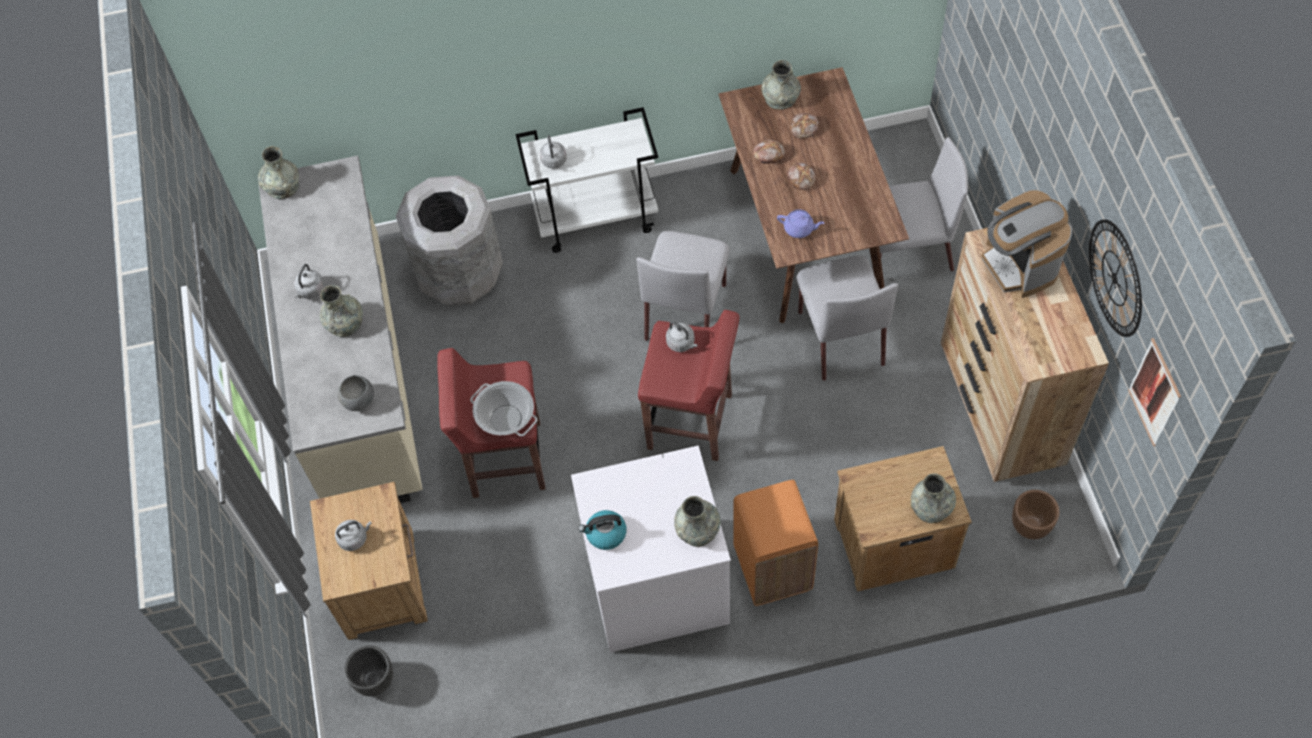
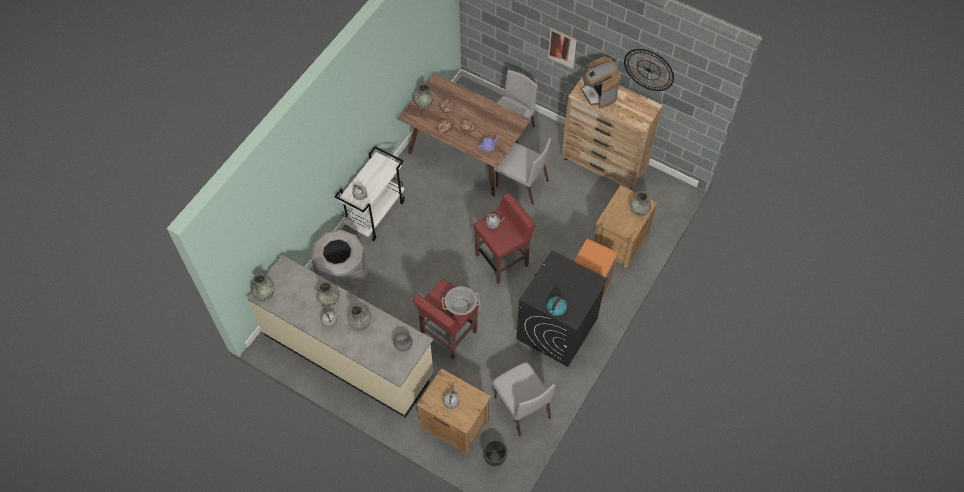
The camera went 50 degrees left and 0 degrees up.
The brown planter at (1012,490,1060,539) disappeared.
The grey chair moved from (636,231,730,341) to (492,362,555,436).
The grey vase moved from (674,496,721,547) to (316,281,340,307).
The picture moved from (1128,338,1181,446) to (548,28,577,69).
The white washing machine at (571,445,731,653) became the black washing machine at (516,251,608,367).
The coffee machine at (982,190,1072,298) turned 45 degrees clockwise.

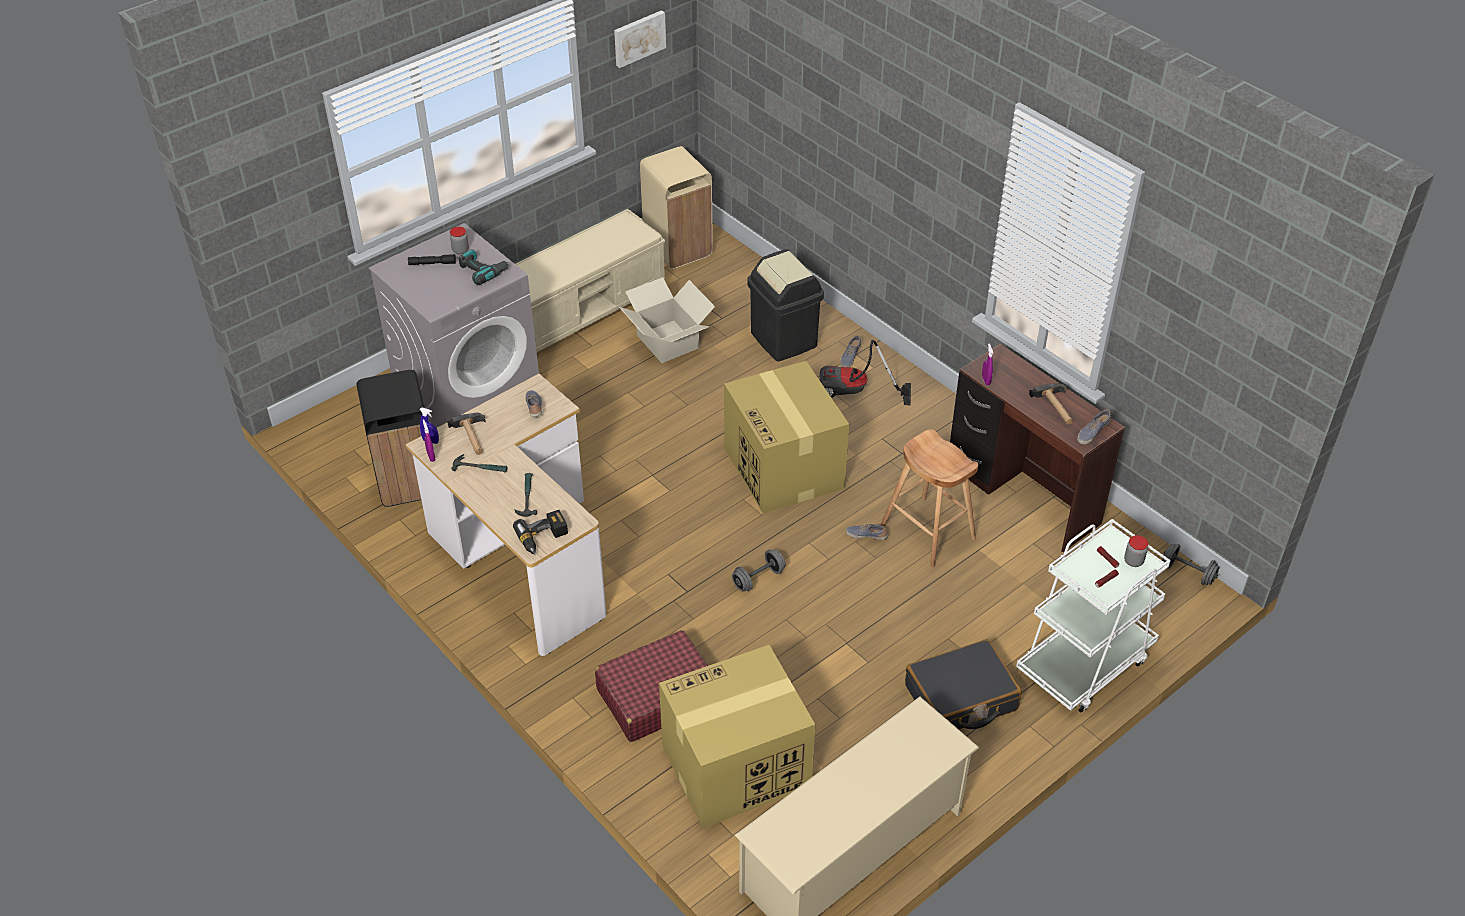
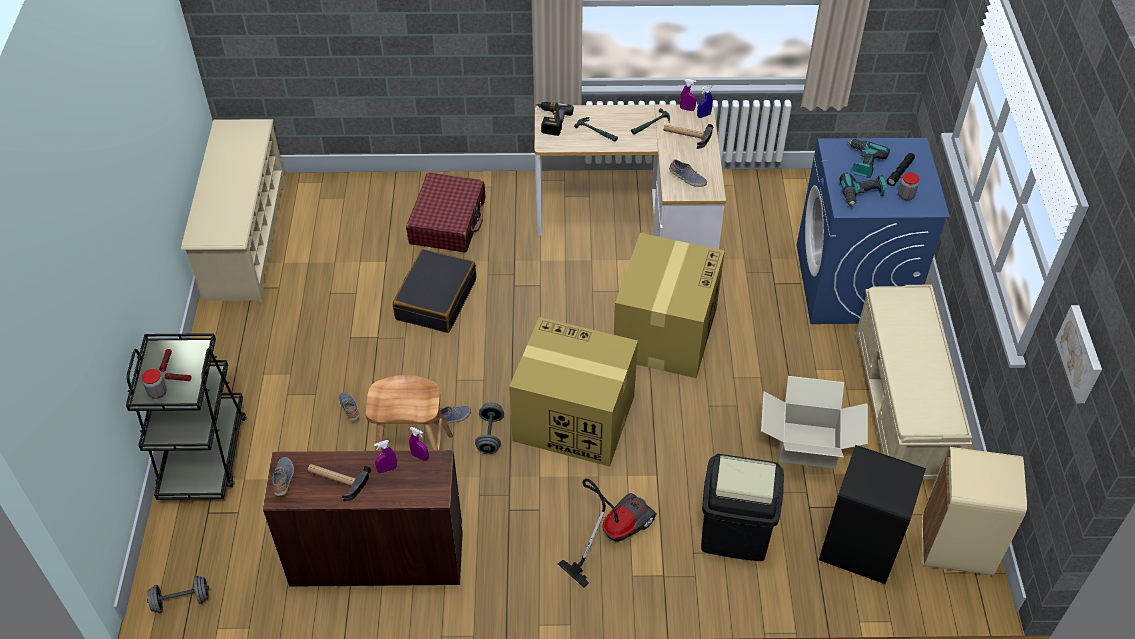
The camera went 130 degrees right and 5 degrees up.
The purple spray bottle at (374,440,397,473) appeared.
The power drill at (847,139,890,178) appeared.
The black trash can moved from (357,370,424,507) to (819,445,926,584).
The cardboard box moved from (659,645,815,828) to (614,233,725,378).
The grey dumbbell moved from (732,550,785,591) to (475,402,504,454).
The shoe moved from (840,335,861,367) to (338,392,360,421).
The black suitcase moved from (905,639,1021,729) to (393,249,476,333).
The grey washing machine at (369,223,539,428) became the blue washing machine at (797,138,950,324).
The white cart at (1016,519,1171,713) became the black cart at (126,333,247,500).

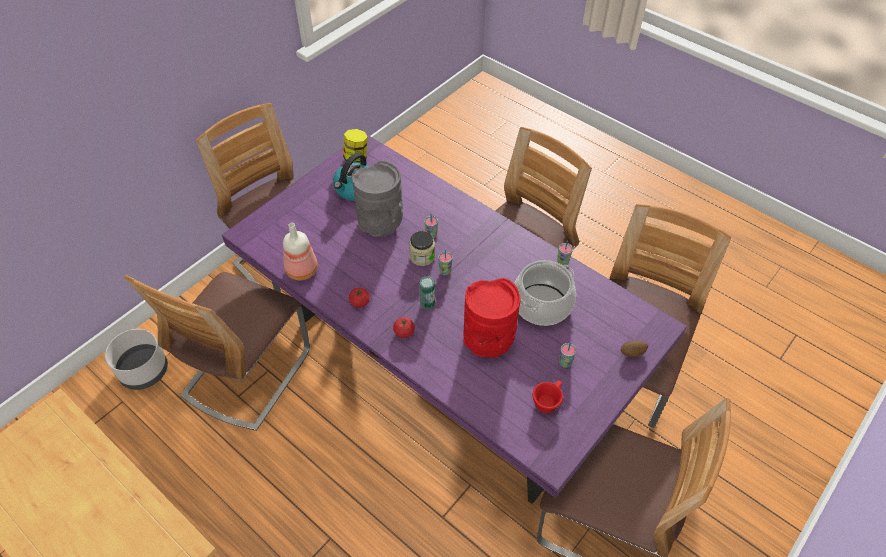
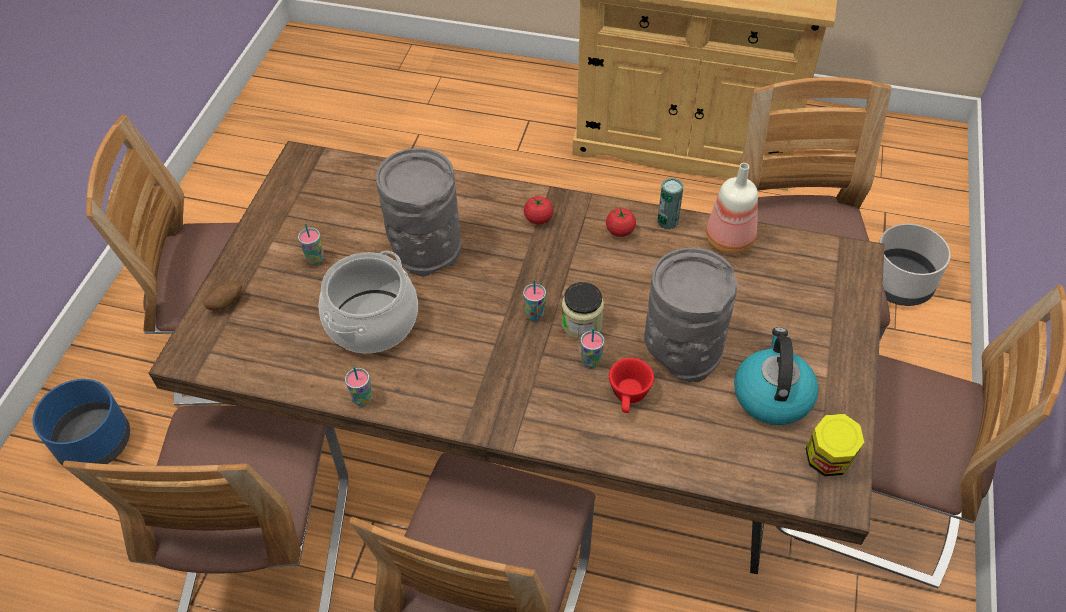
The camera went 155 degrees right and 0 degrees up.
The blue planter at (33,379,130,466) appeared.
The can moved from (419,276,435,310) to (657,178,683,230).
The red cup moved from (533,380,563,413) to (609,358,654,413).
The purple dining table at (222,134,687,504) became the brown dining table at (148,141,885,574).
The red vase at (463,278,520,358) became the grey vase at (376,148,462,276).

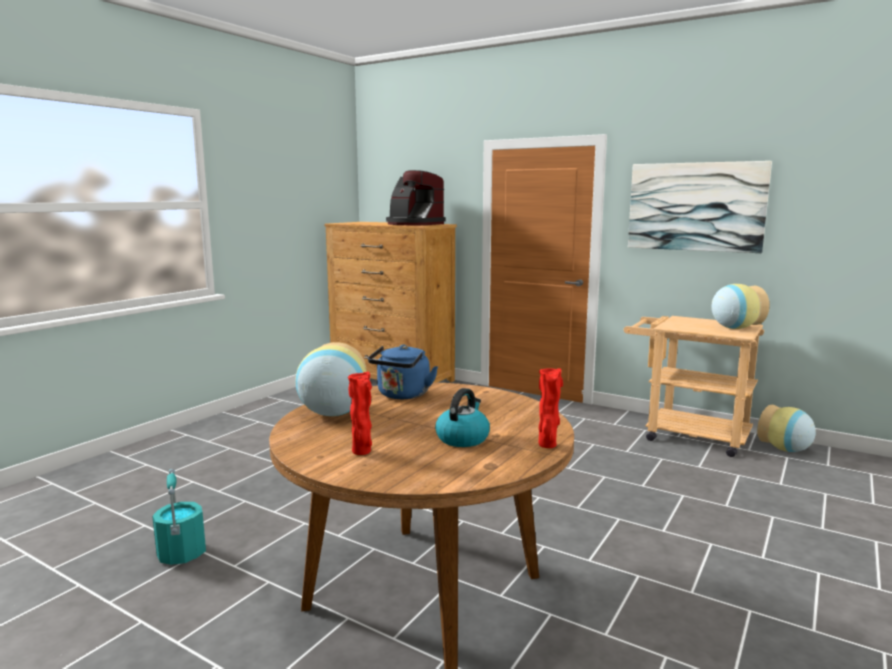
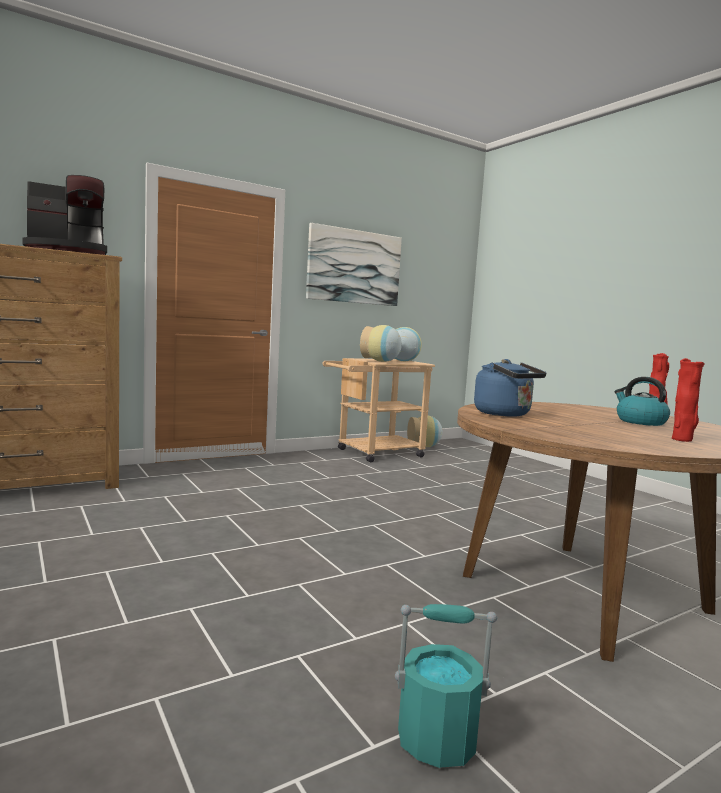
The camera went 65 degrees left and 5 degrees down.
The vase moved from (295,342,366,416) to (360,325,402,362).

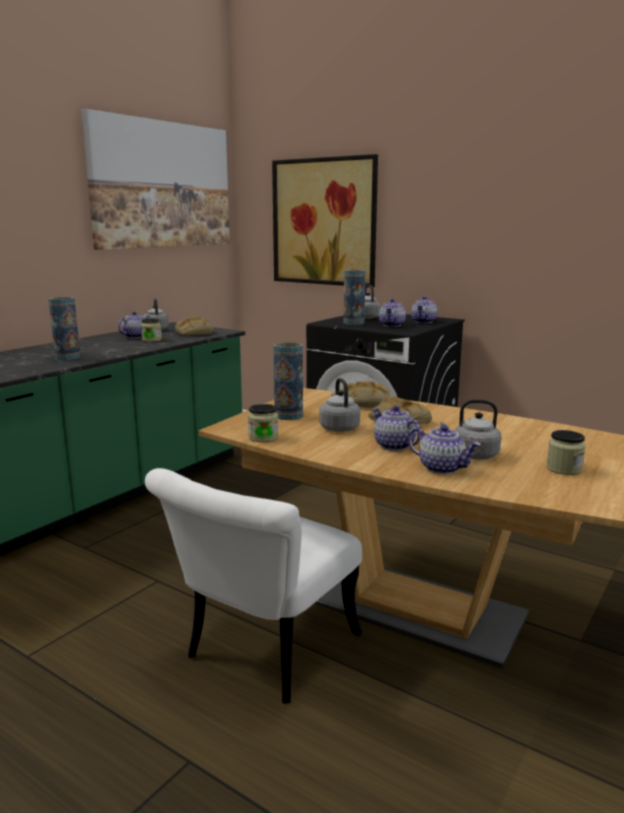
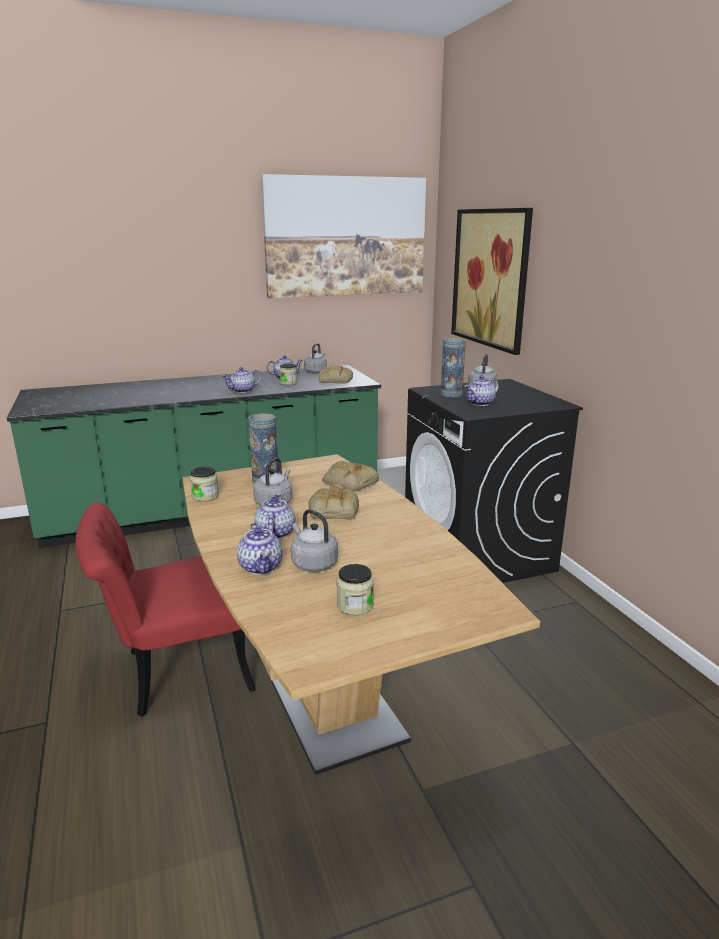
The camera went 35 degrees right and 5 degrees up.
The vase at (49,297,80,360) disappeared.
The teapot moved from (411,296,438,323) to (223,367,261,393).
The white chair at (145,468,362,704) became the red chair at (75,503,256,717).

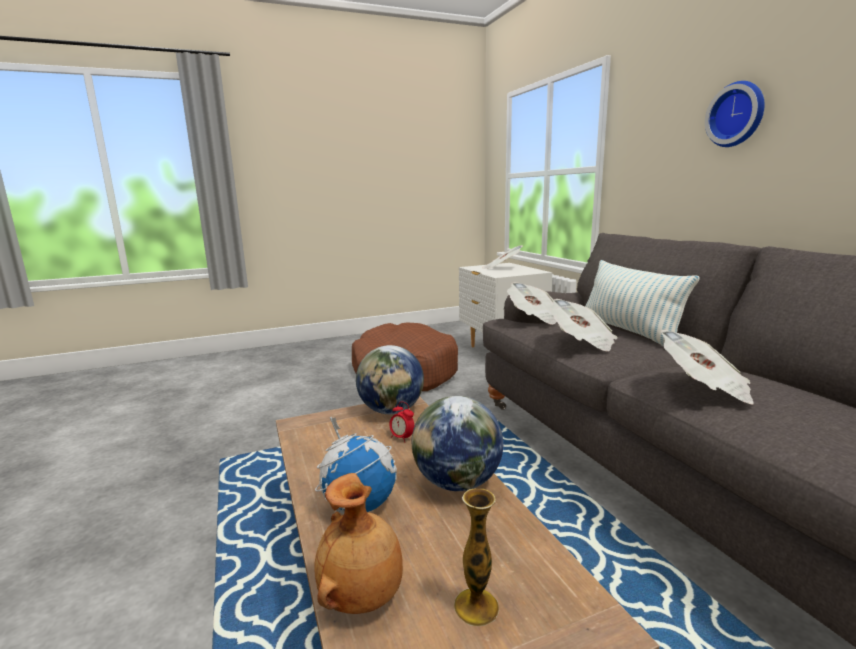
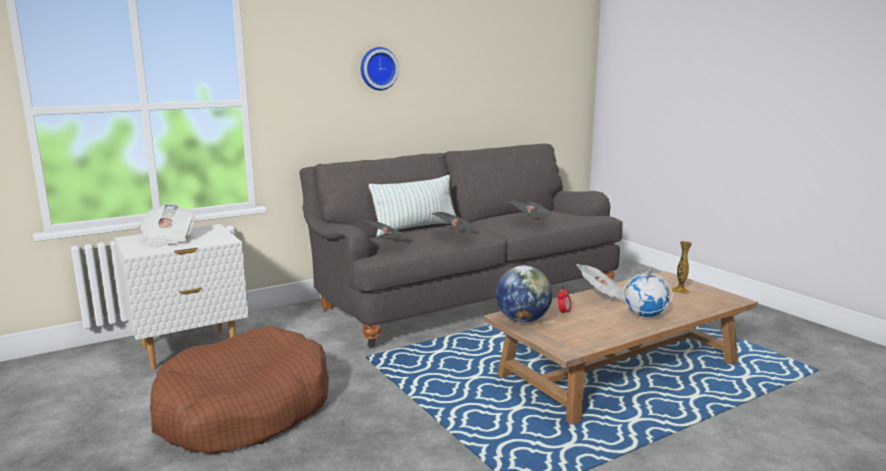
The camera went 100 degrees left and 0 degrees up.
The brown vase at (314,473,403,614) disappeared.
The globe at (412,396,503,491) was replaced by the newspaper at (576,264,626,301).

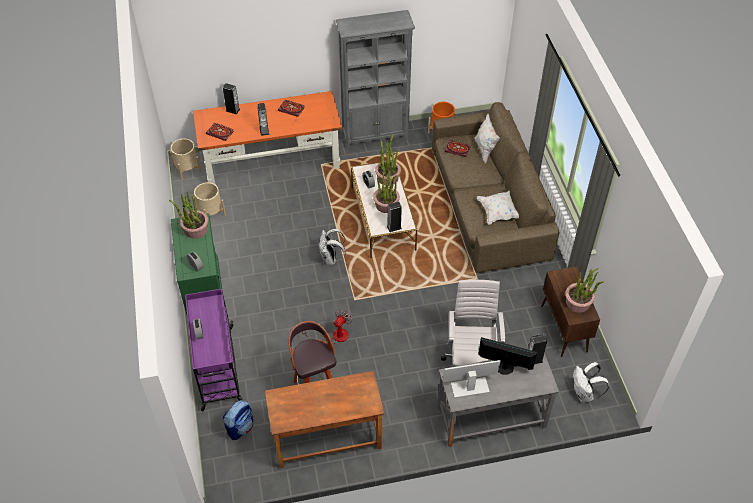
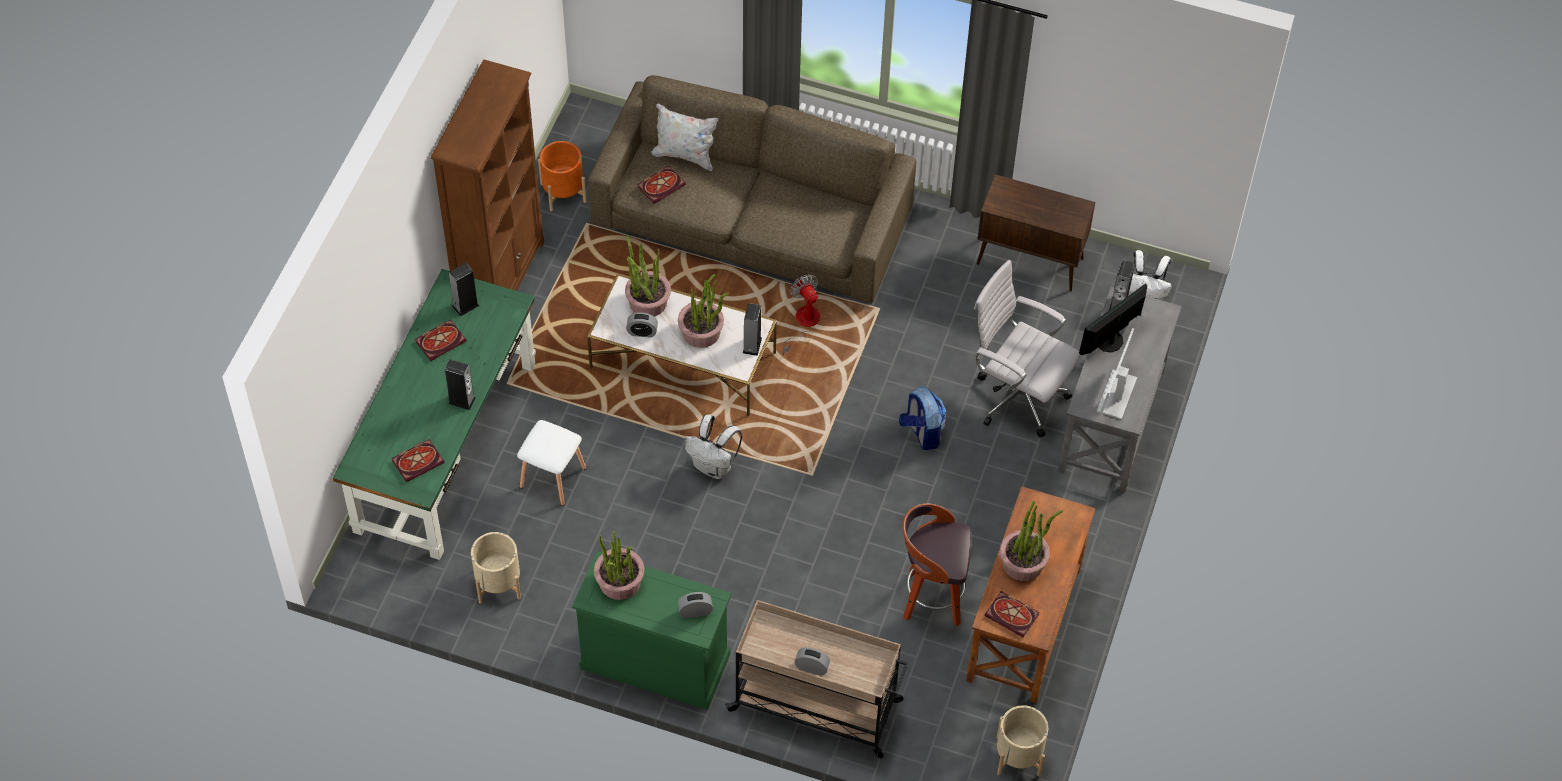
The camera went 60 degrees left and 5 degrees up.
The white pillow at (477,190,519,225) disappeared.
The white stool at (517,420,586,506) appeared.
The book at (984,591,1039,637) appeared.
The beige planter moved from (170,139,201,180) to (997,705,1048,777).
The speaker moved from (223,83,240,115) to (449,263,480,317).
The backpack moved from (223,400,253,440) to (899,386,946,450).
The fan moved from (302,309,352,344) to (782,274,820,355).
The potted plant moved from (565,268,604,313) to (1000,501,1063,581).
The purple cart at (185,289,243,411) became the beige cart at (725,600,908,759).
The orange desk at (193,91,342,184) became the green desk at (333,269,536,560).
The grey bookcase at (336,10,415,149) became the brown bookcase at (431,59,544,291).

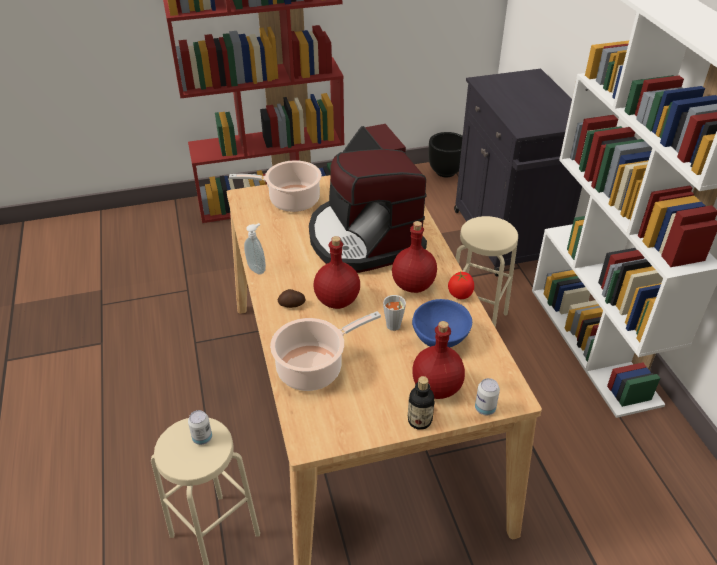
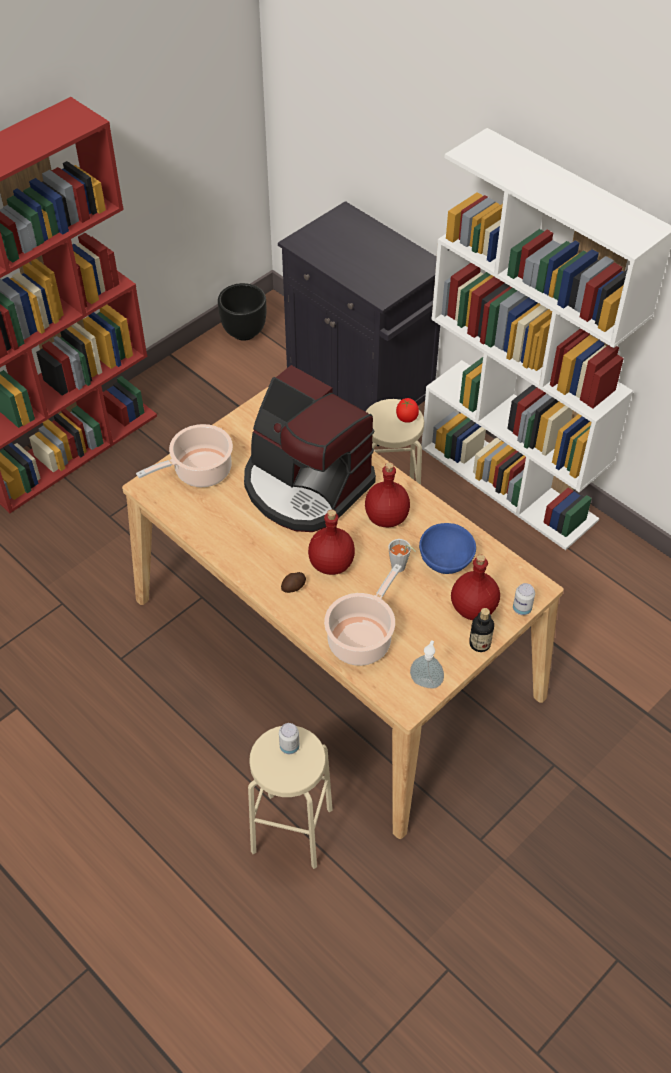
The camera went 30 degrees left and 10 degrees up.
The soap dispenser moved from (244,223,266,275) to (410,640,444,689).
The tomato moved from (448,272,474,299) to (396,398,419,423).

